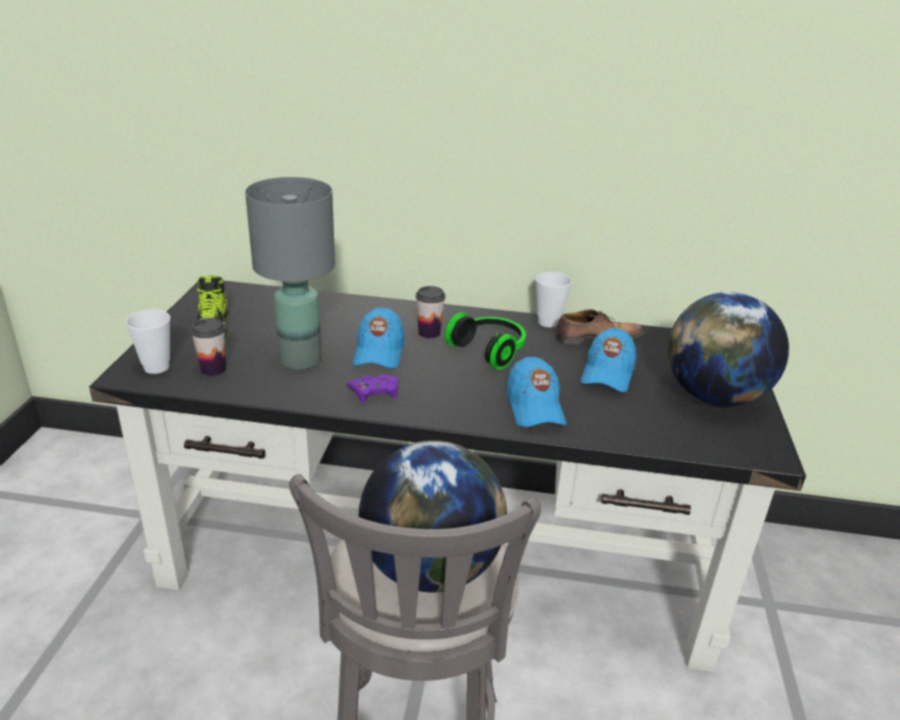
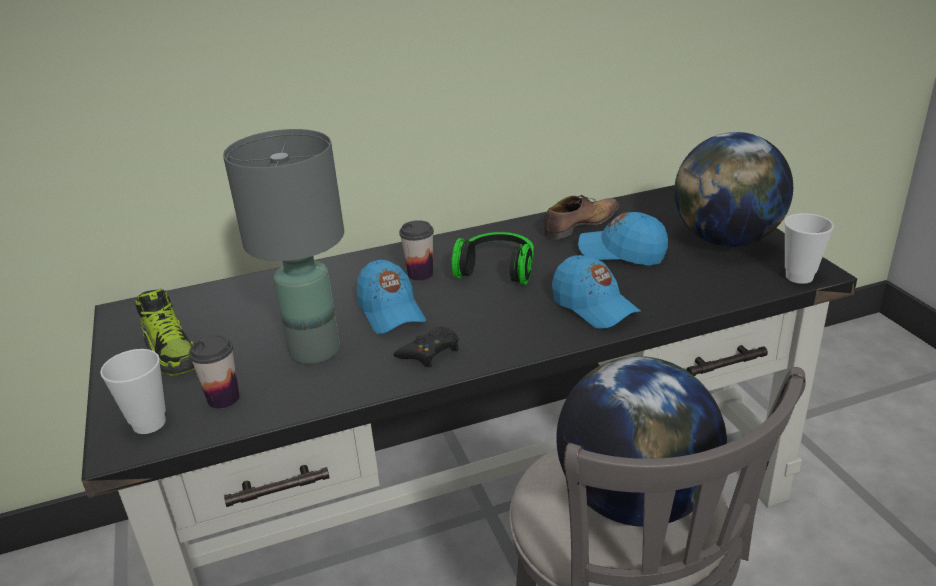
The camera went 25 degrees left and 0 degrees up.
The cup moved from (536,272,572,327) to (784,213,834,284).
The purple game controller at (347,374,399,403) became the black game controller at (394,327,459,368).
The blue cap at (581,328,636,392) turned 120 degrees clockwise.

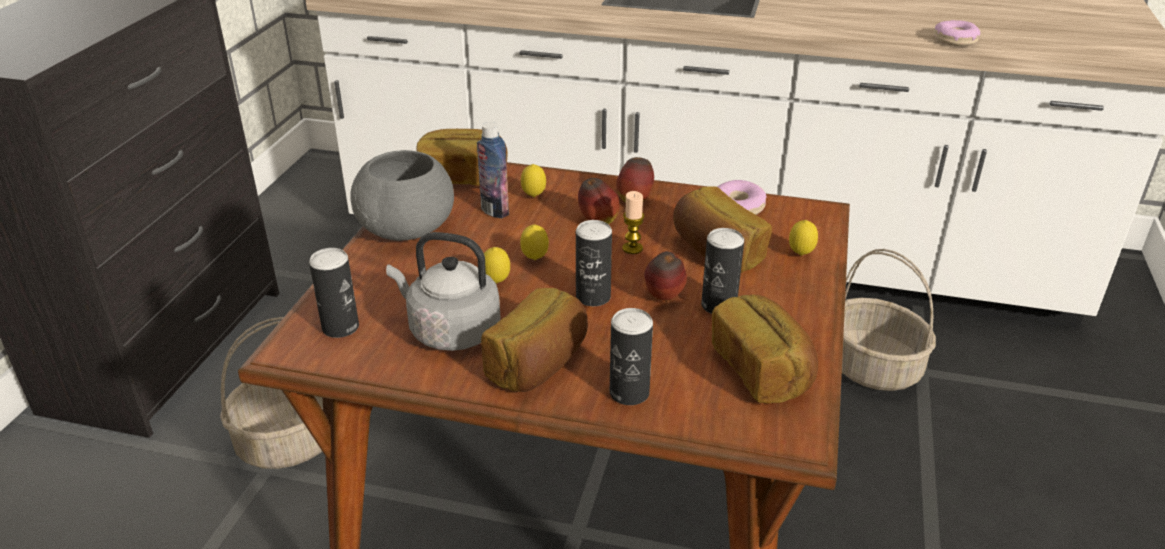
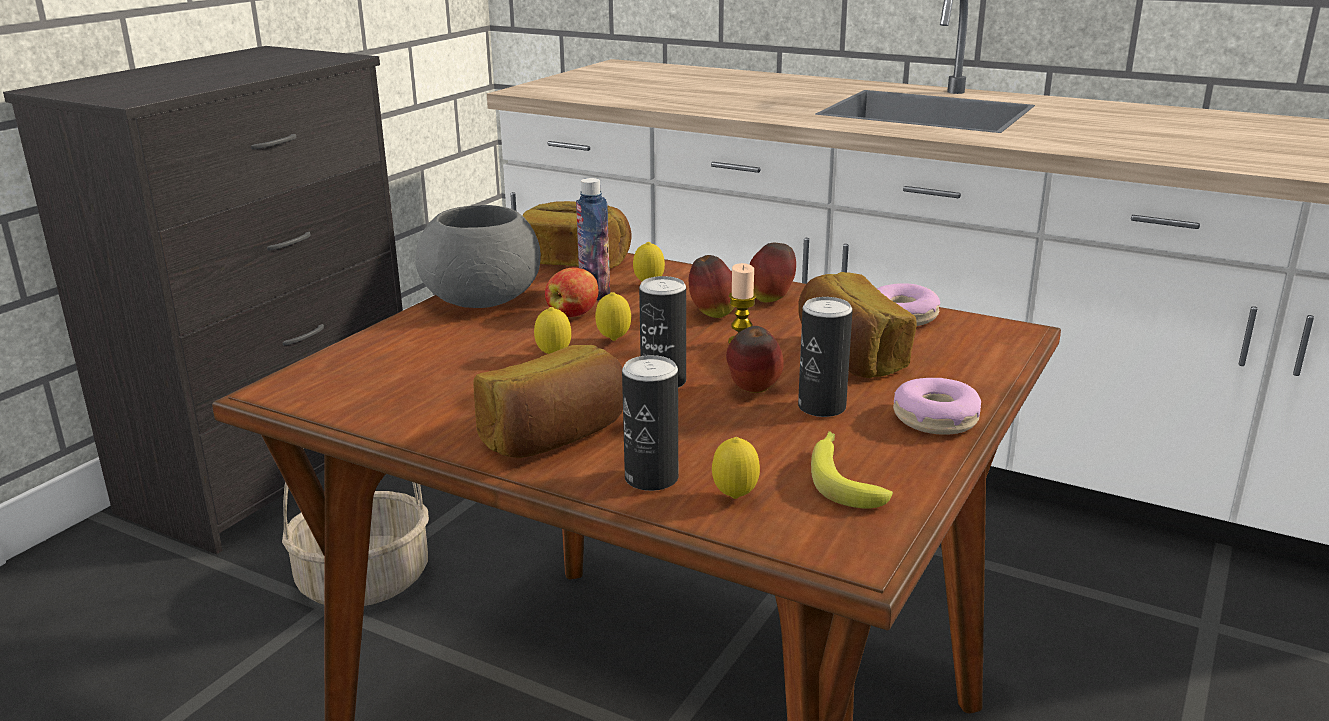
The camera went 15 degrees right and 10 degrees down.
The can at (309,248,359,338) disappeared.
The grey kettle at (386,232,501,351) disappeared.
The basket at (842,249,936,391) disappeared.
The apple at (545,268,599,317) appeared.
The lemon moved from (789,220,818,255) to (712,437,760,499).
The donut moved from (934,20,980,46) to (893,378,981,435).
The bread at (712,294,818,403) was replaced by the banana at (811,431,893,508).

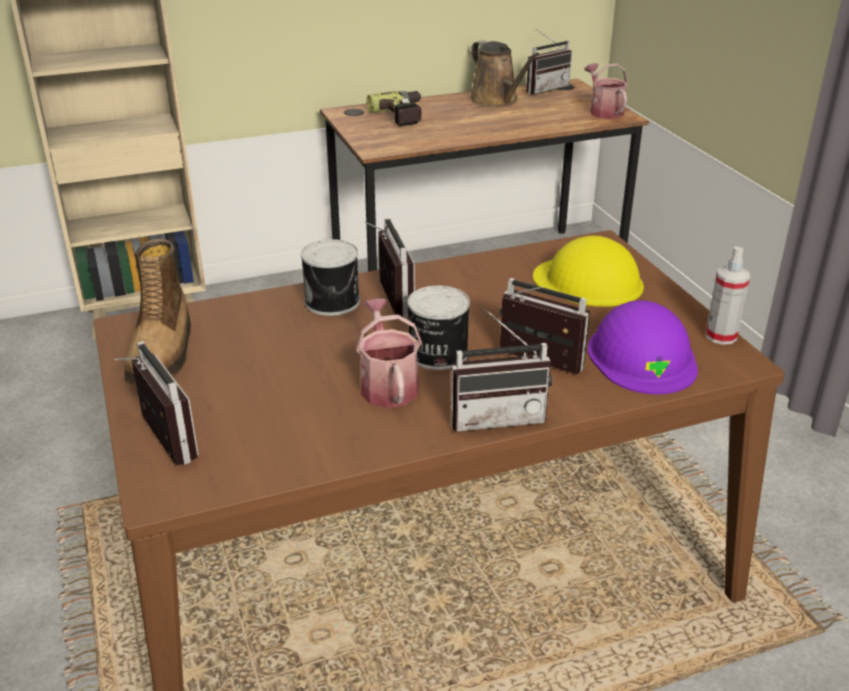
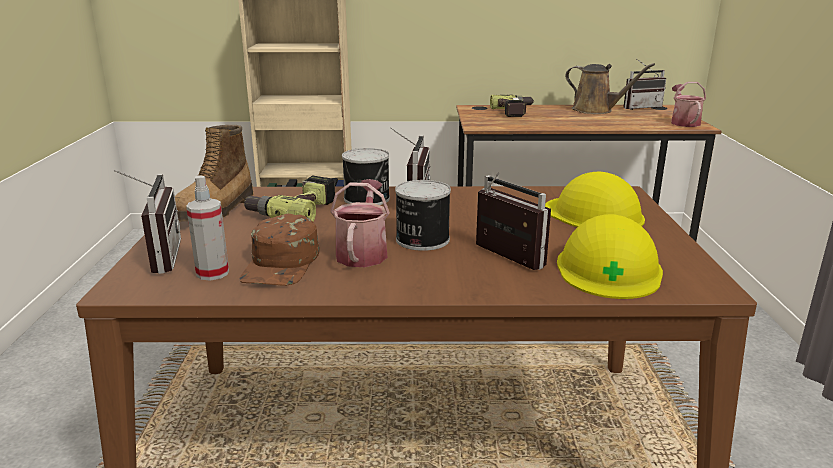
The camera went 20 degrees right and 10 degrees down.
The radio at (451,308,552,432) disappeared.
The brown cap at (239,214,319,286) appeared.
The power drill at (244,176,335,221) appeared.
The spray bottle moved from (706,247,750,345) to (186,175,229,281).
The purple hard hat at (588,300,698,394) became the yellow hard hat at (557,214,663,299).
The brown watering can at (470,40,539,107) turned 45 degrees counterclockwise.

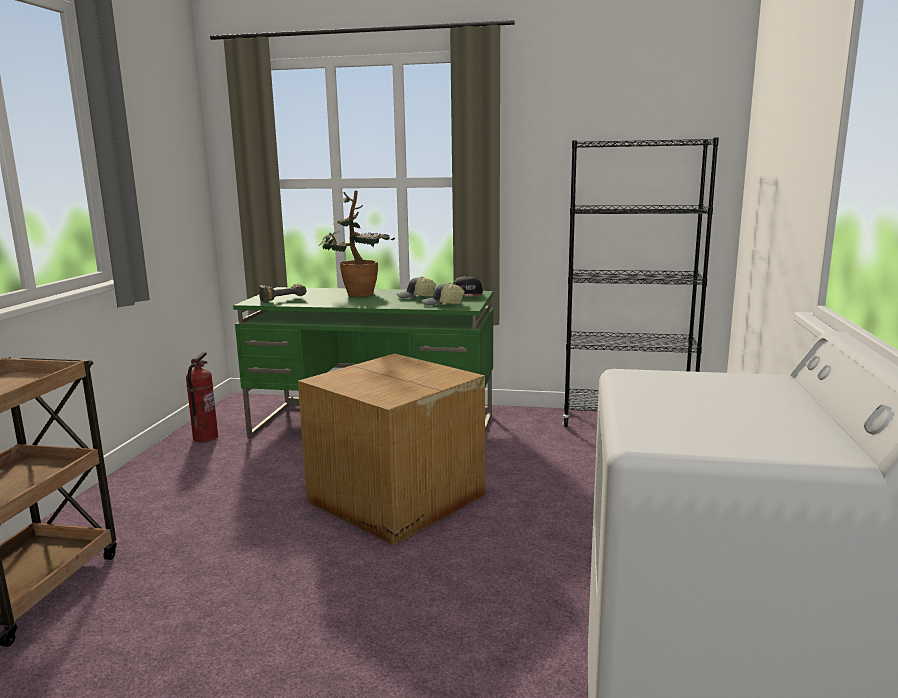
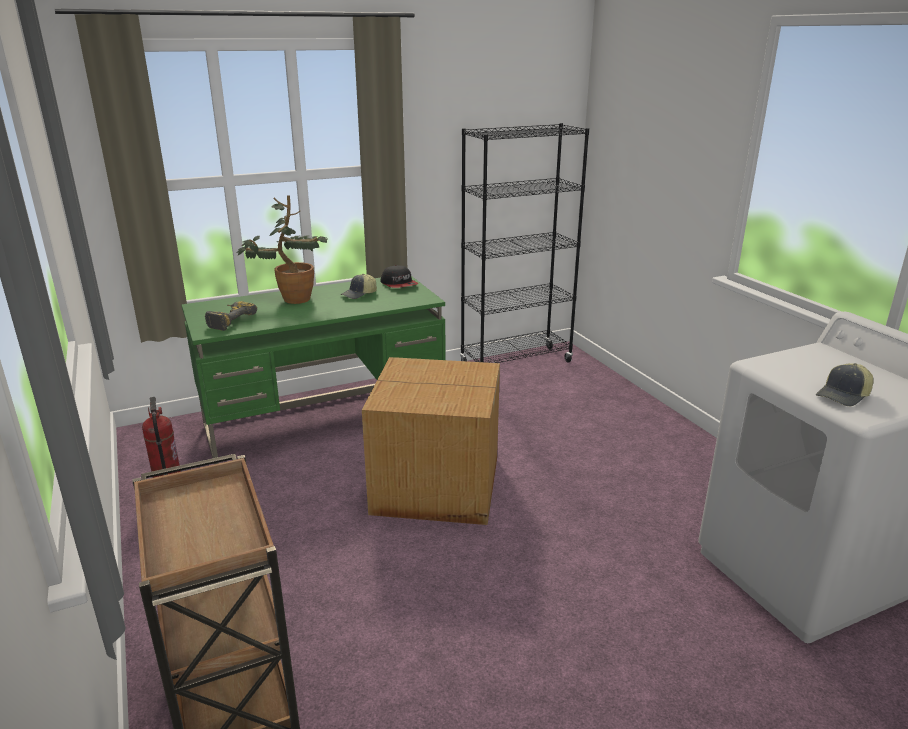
The camera went 35 degrees left and 10 degrees up.
The cap moved from (422,283,465,306) to (816,363,874,406).

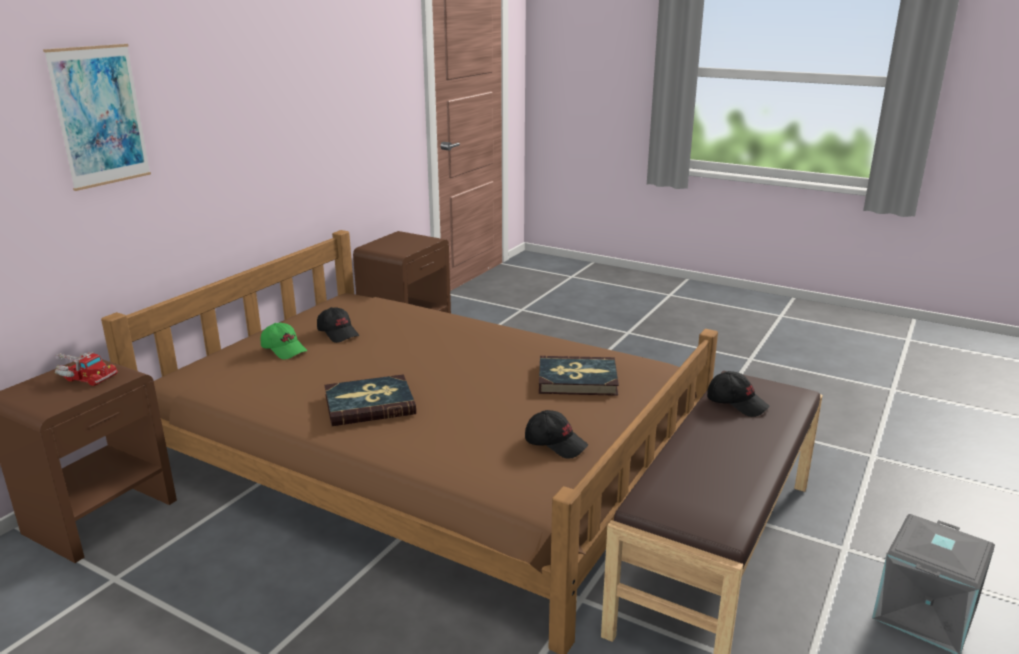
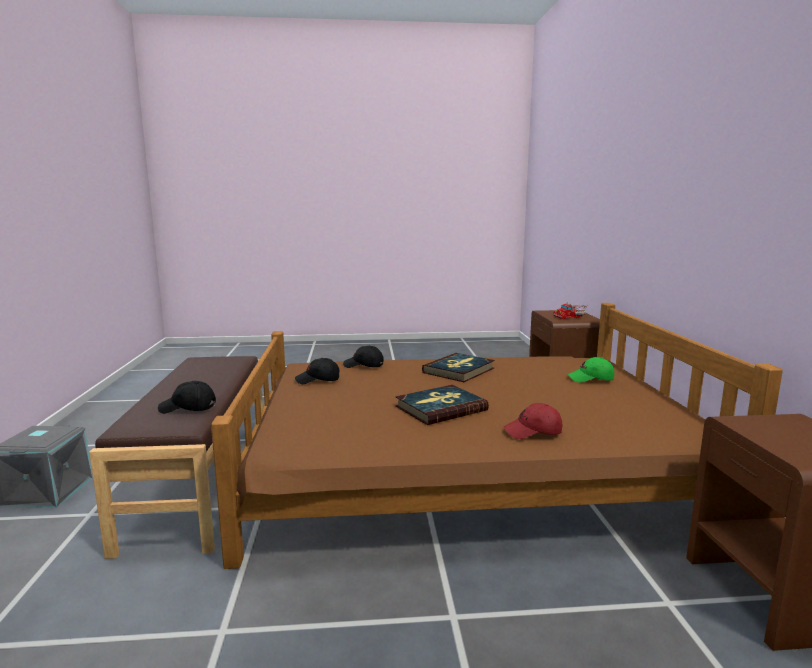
The camera went 145 degrees right and 10 degrees down.
The picture at (43,44,151,191) disappeared.
The red cap at (504,403,563,439) appeared.
The black cap moved from (317,307,359,343) to (343,346,384,368).
The book moved from (539,356,619,396) to (396,385,489,425).

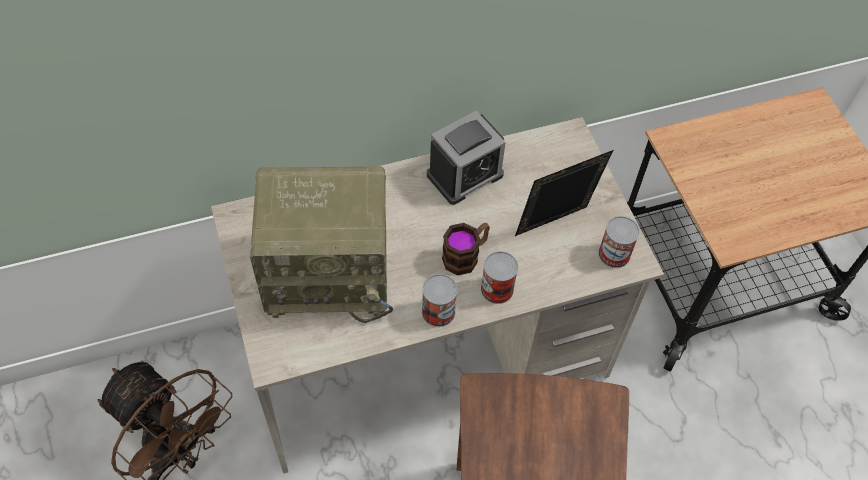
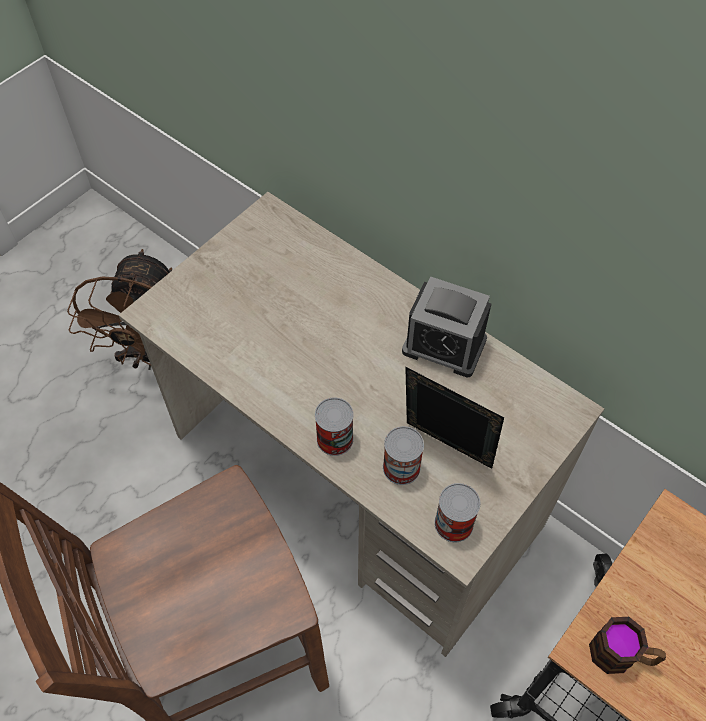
The camera went 60 degrees right and 0 degrees up.
The radio at (250,166,393,323) disappeared.
The can moved from (422,274,457,327) to (383,426,424,485).
The mug moved from (442,223,490,275) to (589,617,666,674).

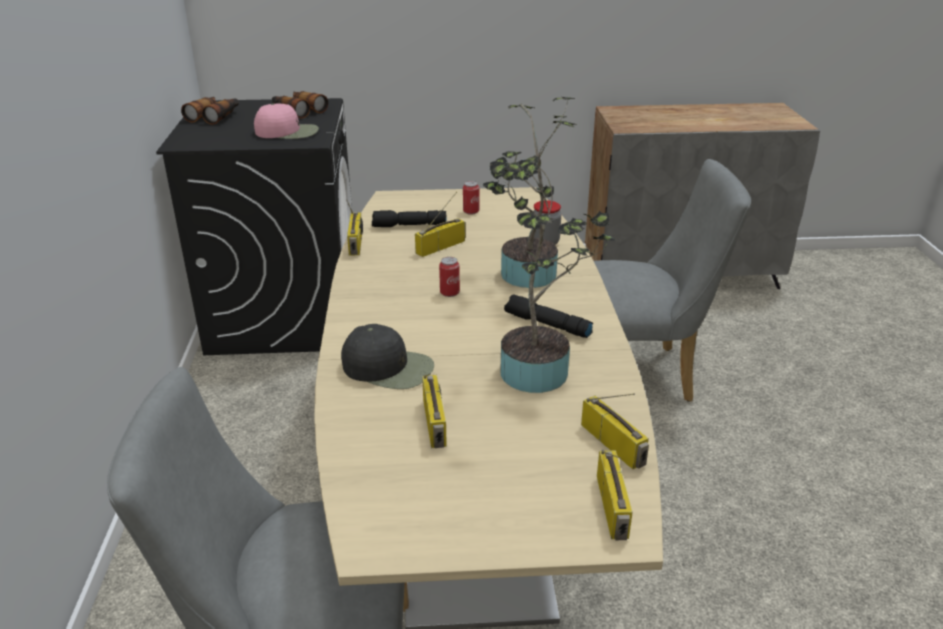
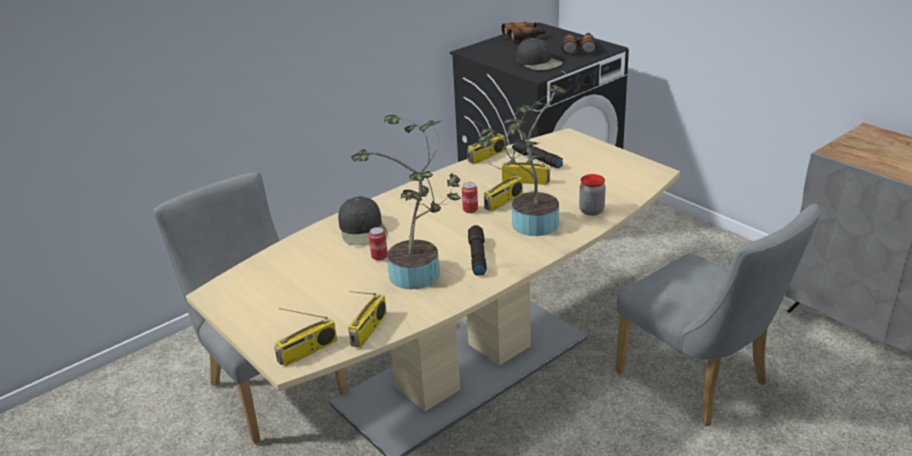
The camera went 55 degrees right and 0 degrees up.
The radio moved from (422,373,447,448) to (484,164,523,212).
The can moved from (463,181,479,215) to (369,227,388,261).
The pink cap at (254,103,319,139) became the black cap at (517,38,562,70).

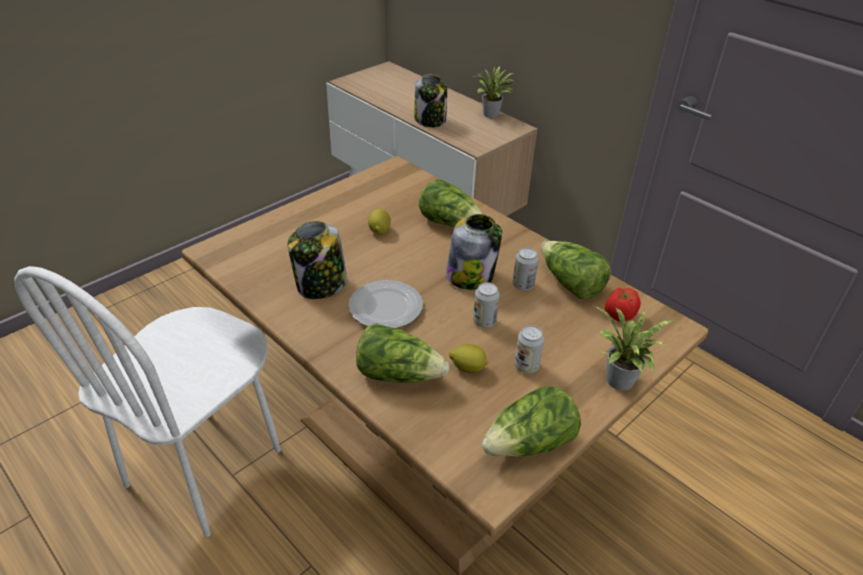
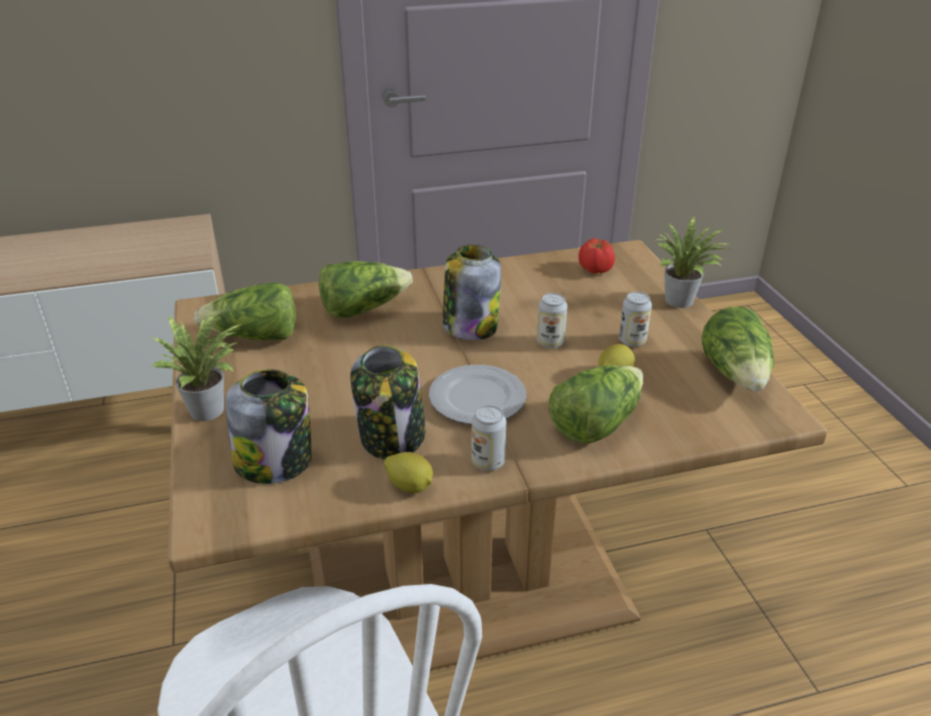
The camera went 60 degrees left and 5 degrees down.
The lemon moved from (368,209,391,234) to (384,452,433,493).
The jar moved from (414,75,447,127) to (226,369,312,484).
The potted plant moved from (473,66,514,118) to (151,313,242,421).
The can moved from (513,247,539,291) to (472,405,506,471).
The lettuce moved from (541,241,611,299) to (194,283,296,340).

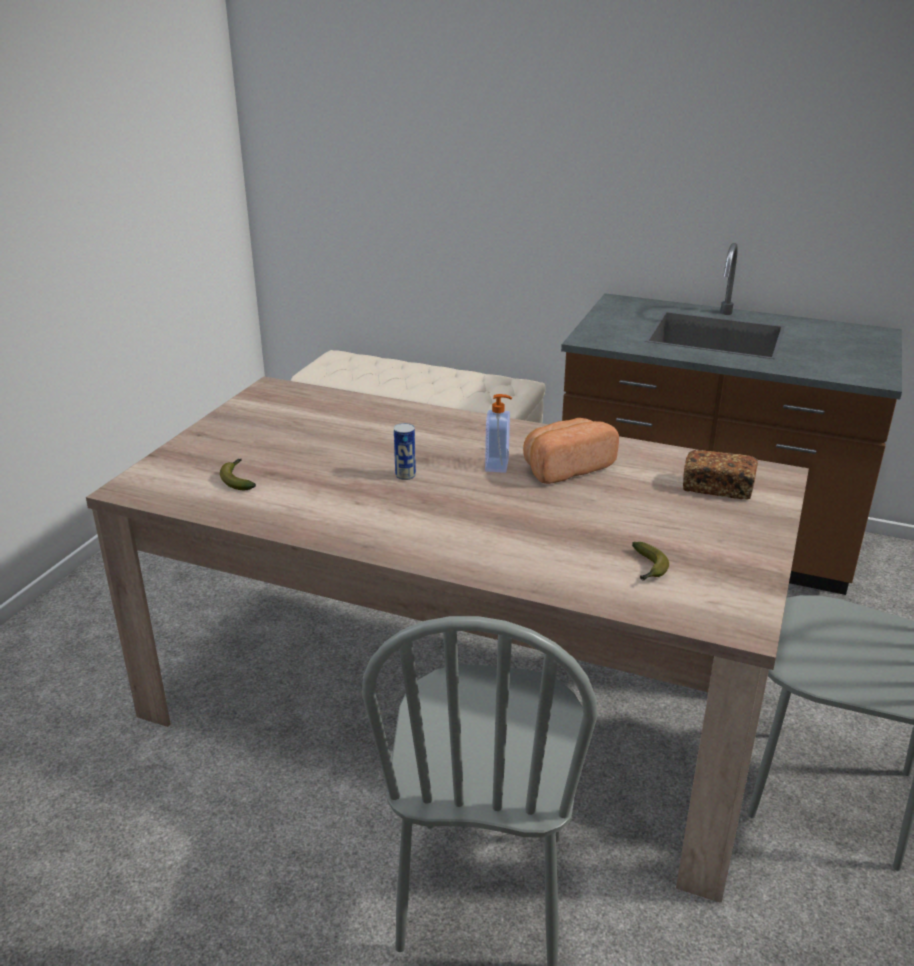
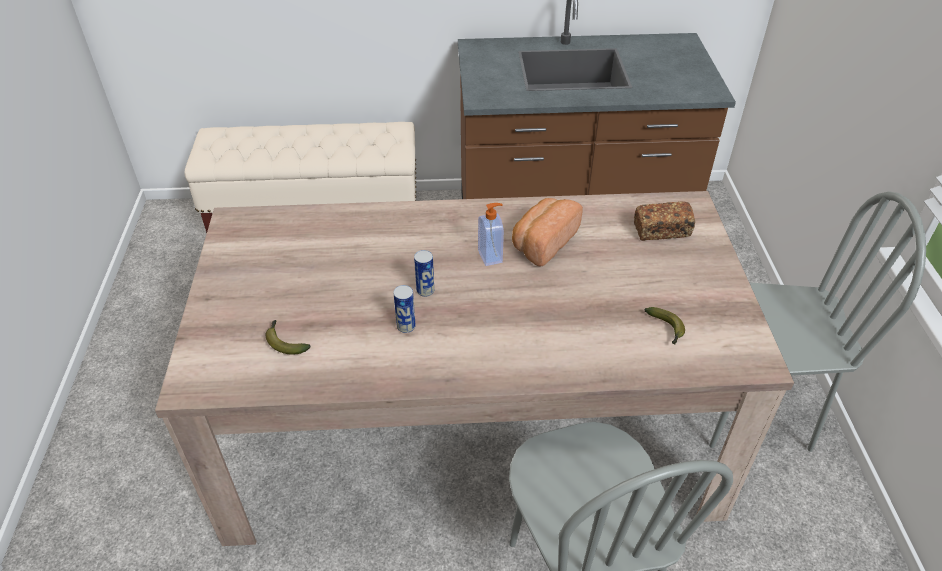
The camera went 25 degrees left and 15 degrees up.
The can at (393,285,416,333) appeared.

